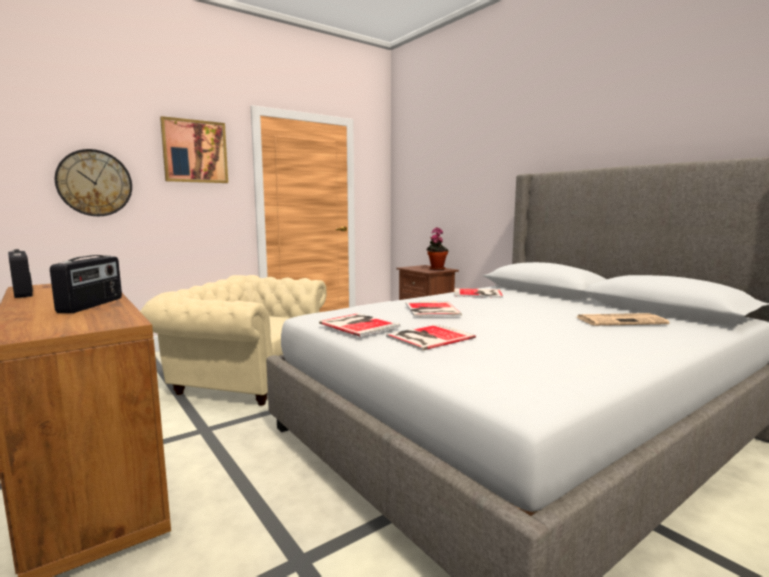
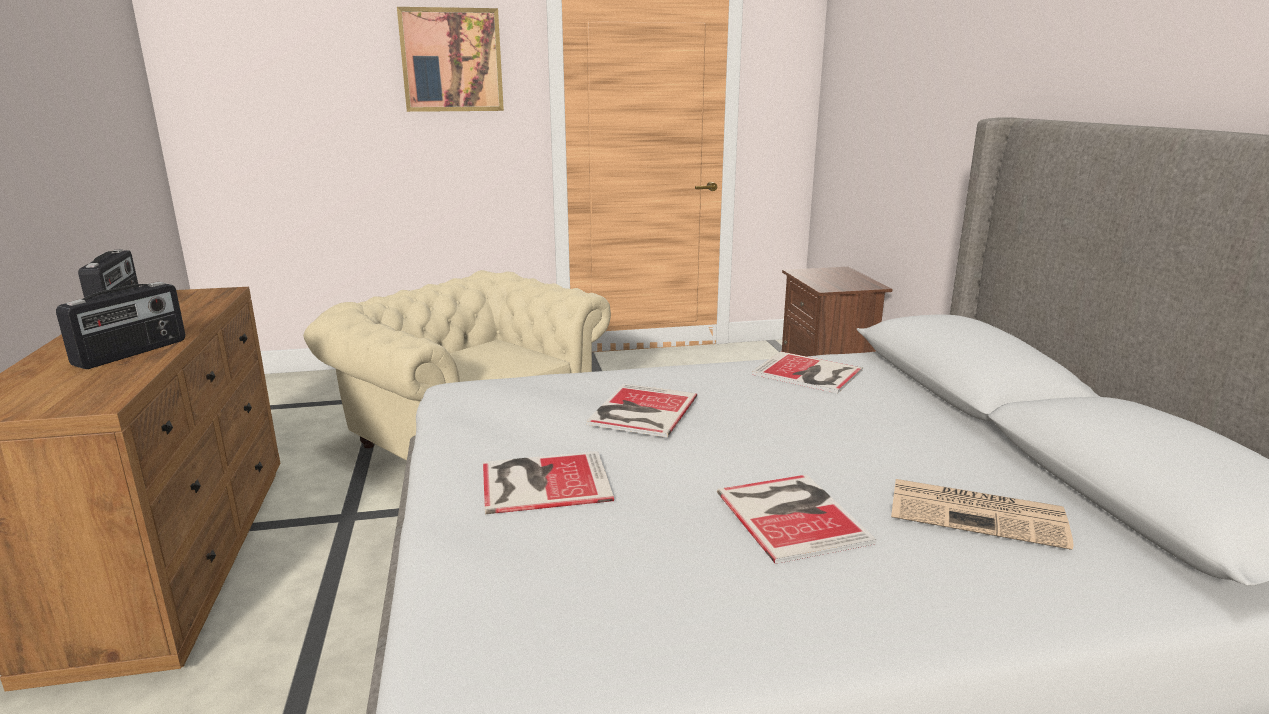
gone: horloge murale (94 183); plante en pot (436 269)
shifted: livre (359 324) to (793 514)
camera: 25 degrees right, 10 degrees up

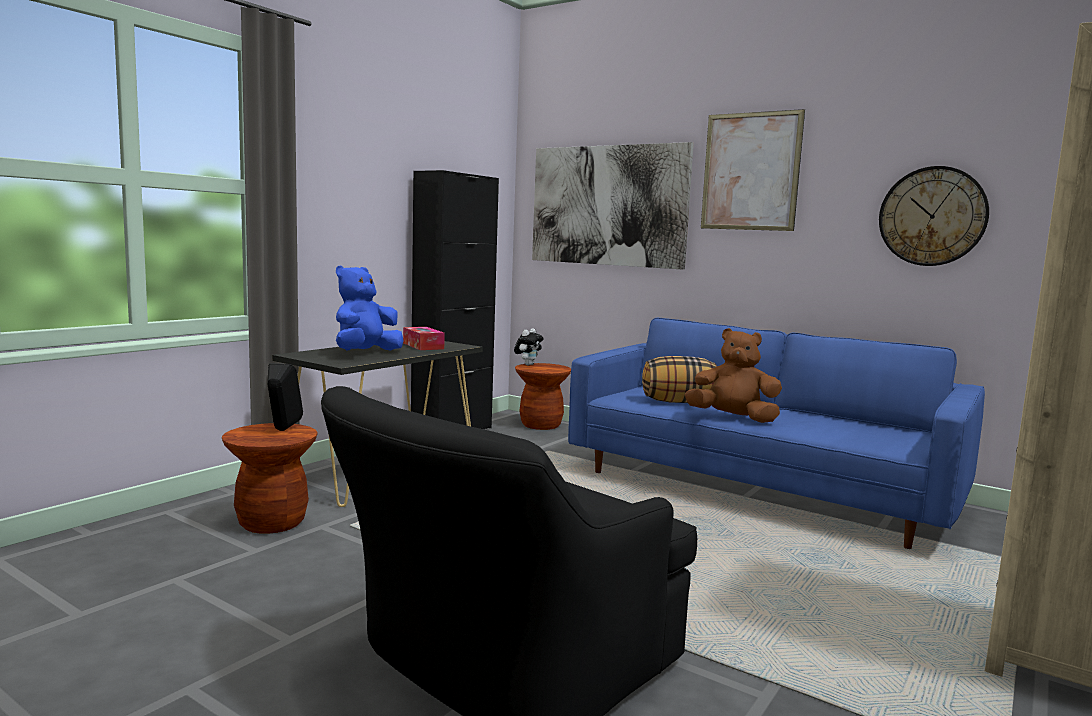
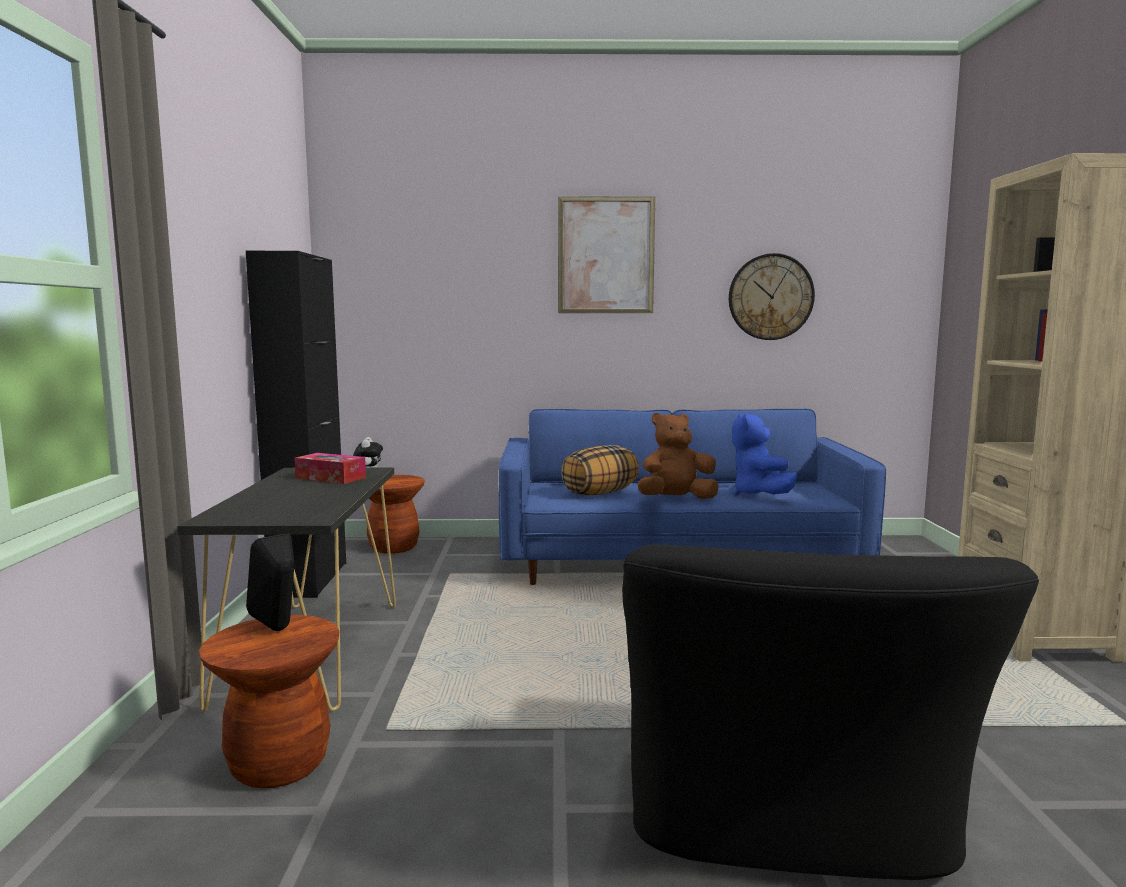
gone: tableau (608 206)
shifted: peluche/bleu (365 353) to (759 495)
camera: 35 degrees left, 0 degrees up

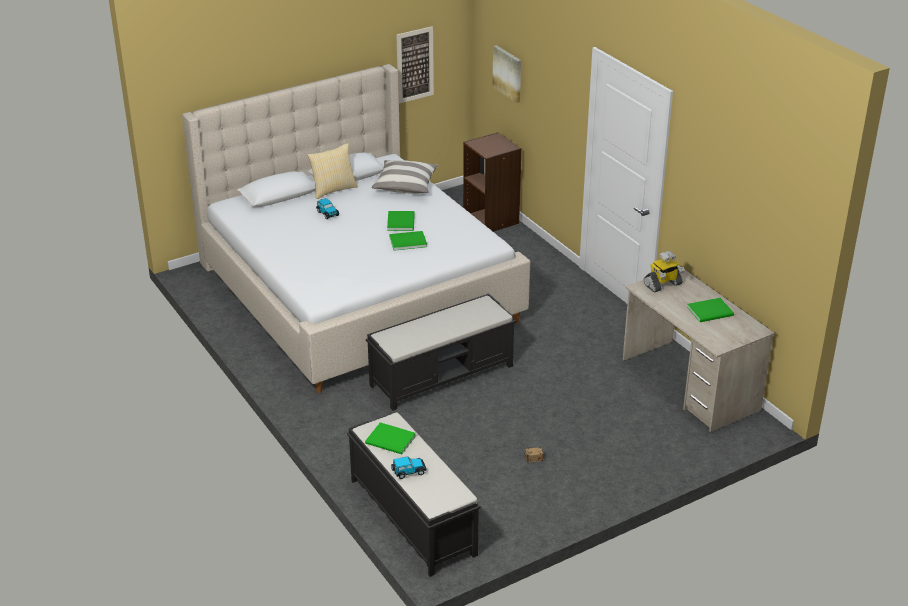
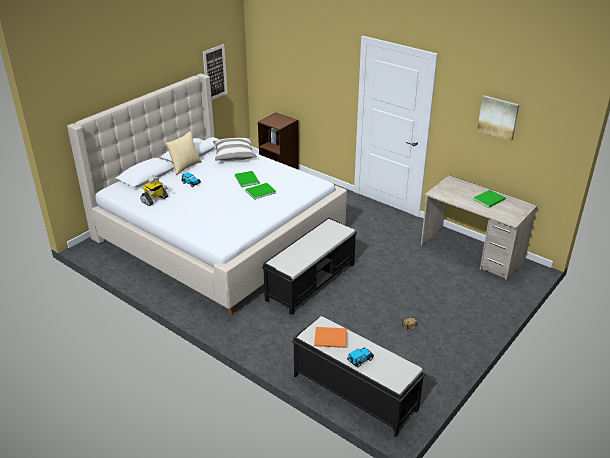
shifted: robot jouet (662 285) to (155 200); tableau (508 73) to (498 117)
repainted: livre/vert (391 441) to livre/orange (331 339)
camera: 20 degrees left, 0 degrees up

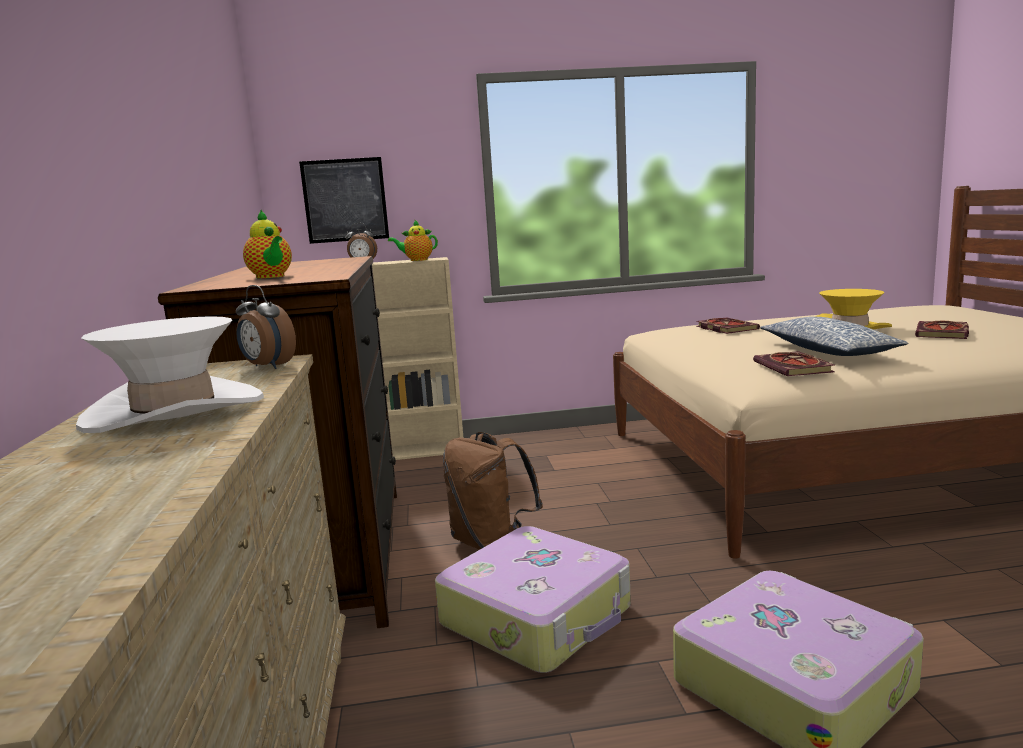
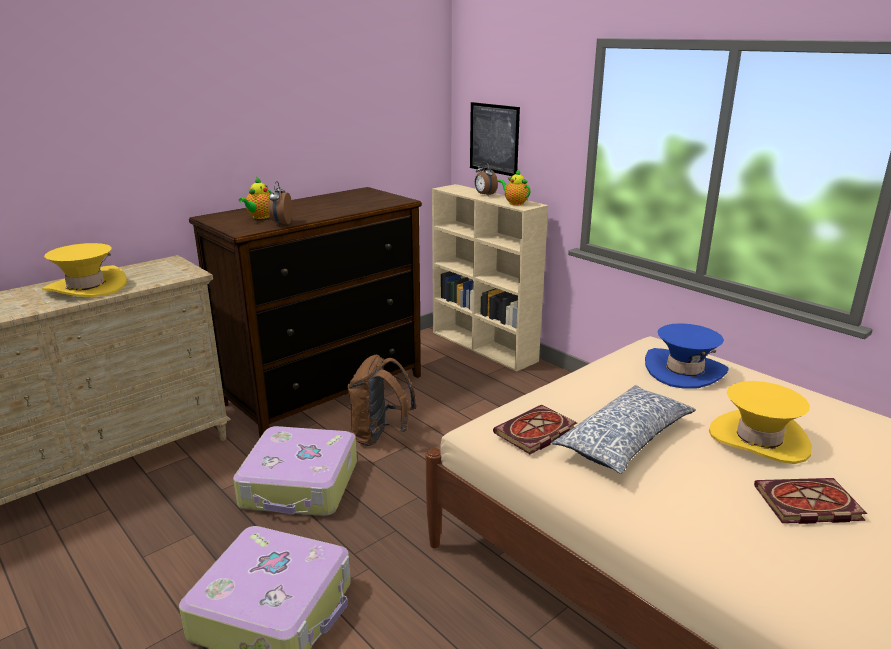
shifted: réveil (267 367) to (281 223)
swapped: livre (724 328) to chapeau/bleu (684 371)
repainted: chapeau/blanc (175 410) to chapeau/jaune (86 287)
camera: 55 degrees right, 10 degrees up

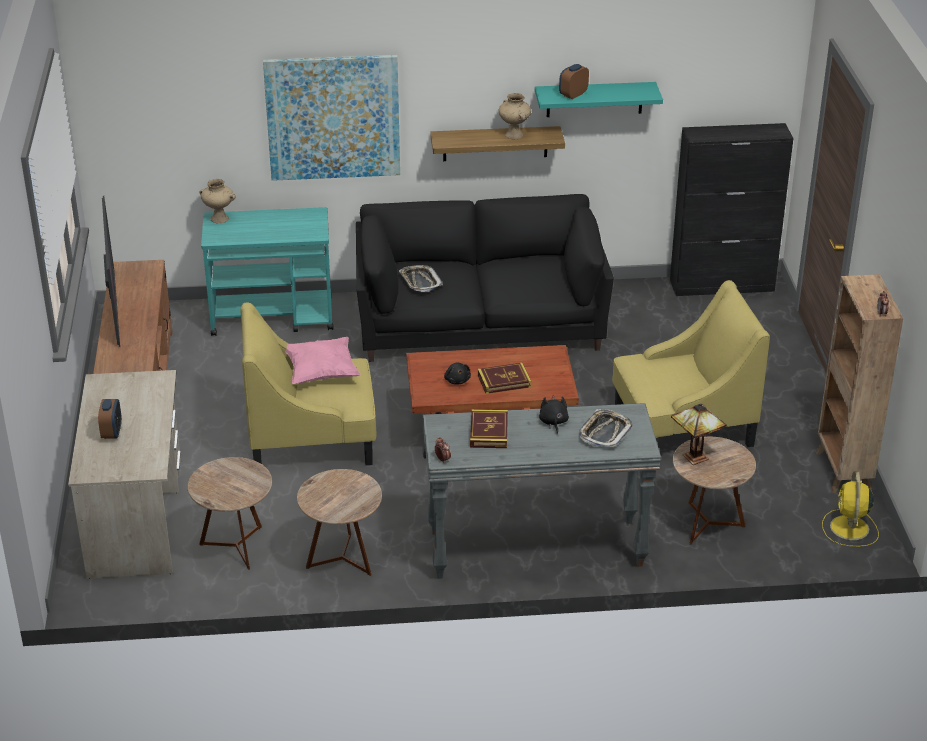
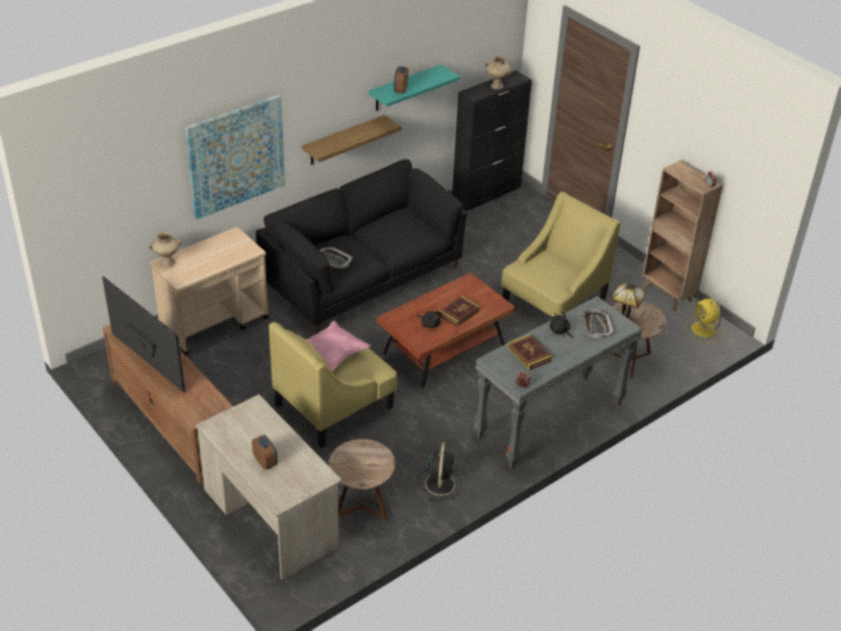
shifted: vase/beige (514 135) to (497 86)
swapped: table d'appoint/marron (342 559) to ventilateur/noir (440 483)
repainted: chariot/turquoise (273 317) to chariot/beige (215 324)
camera: 35 degrees left, 5 degrees up

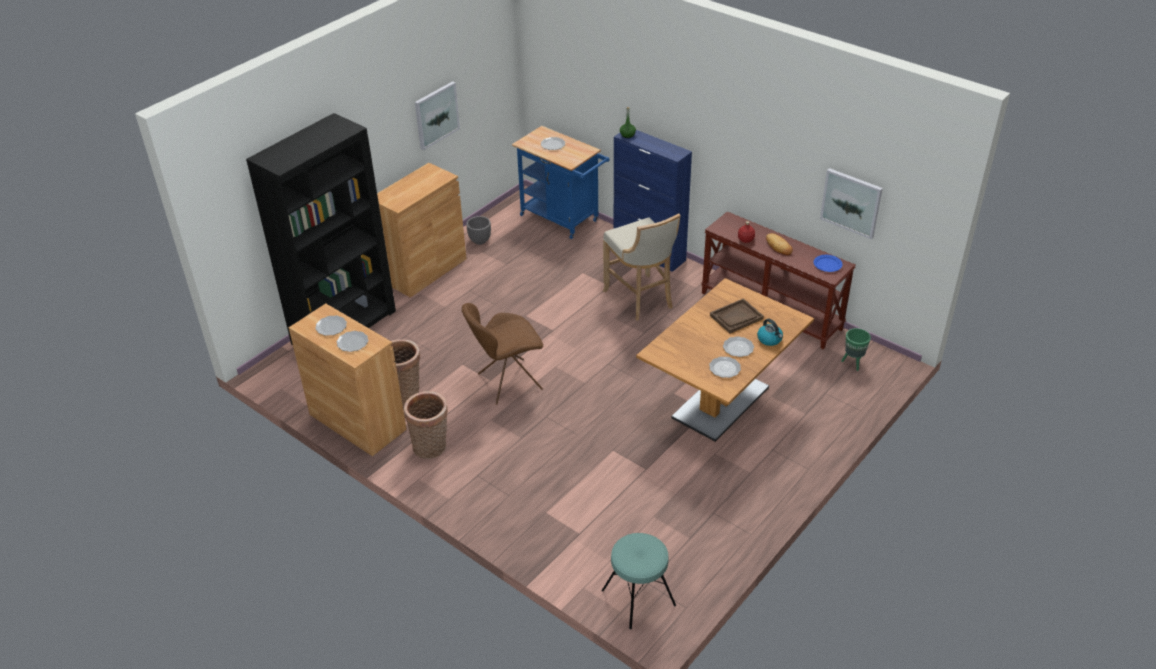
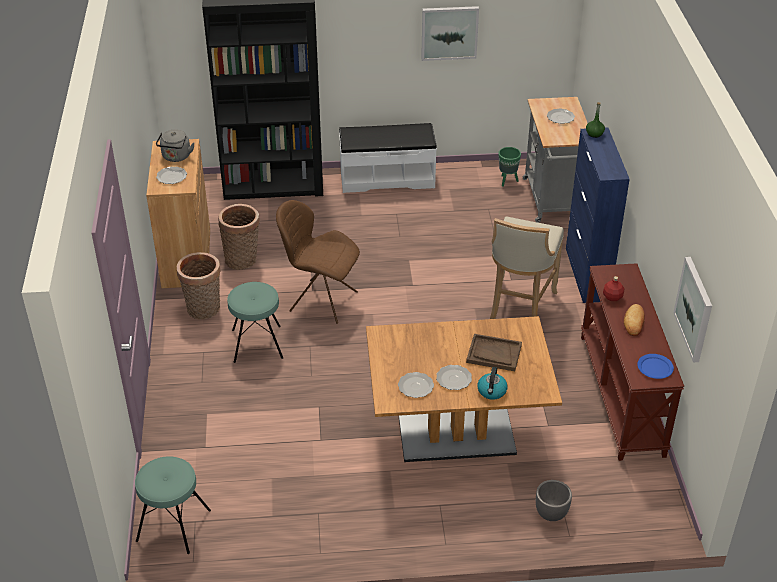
new: tabouret/turquoise (257 344)
shifted: cache-pot/vert (853 363) to (507 181); cache-pot/gris (480 241) to (551 514)
swapped: assiette (331 327) to bouilloire/gris (176 157); meuble de rangement/marron (424 270) to banc/blanc (387 178)
repainted: chariot/bleu (563 219) to chariot/gris (553 202)
camera: 45 degrees right, 0 degrees up

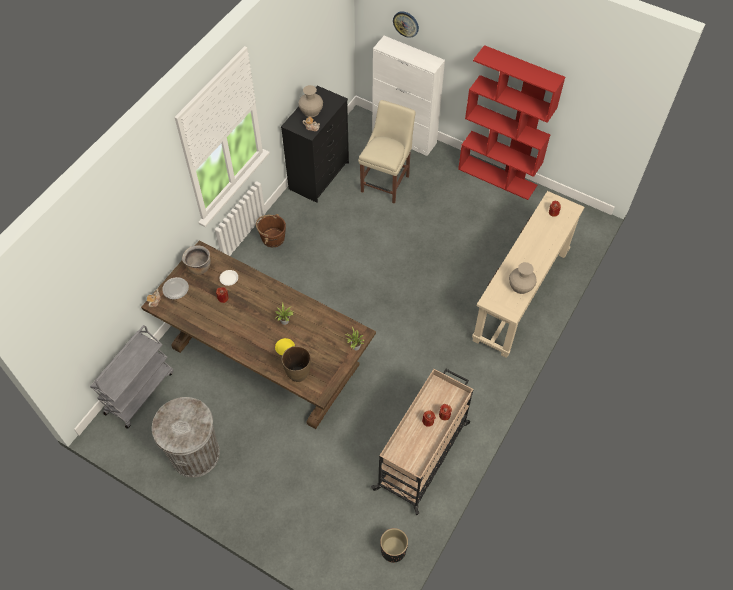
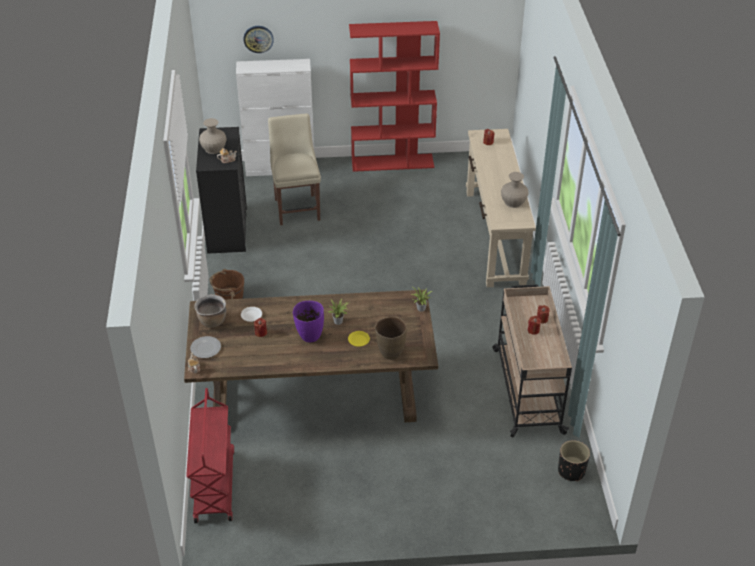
gone: poubelle/gris (195 454)
new: vase/violet (309 336)
repainted: chariot/gris (139 392) to chariot/rouge (214 485)
camera: 35 degrees left, 15 degrees down

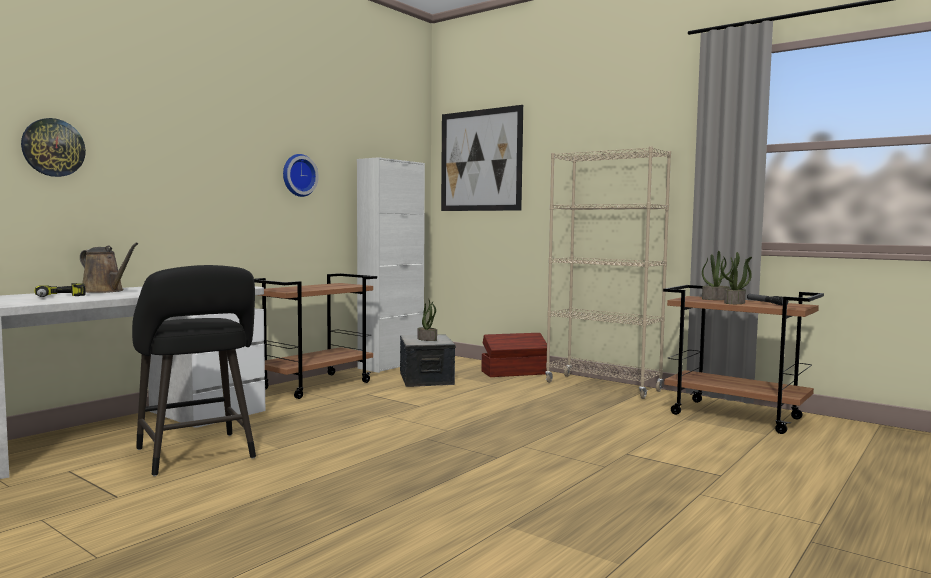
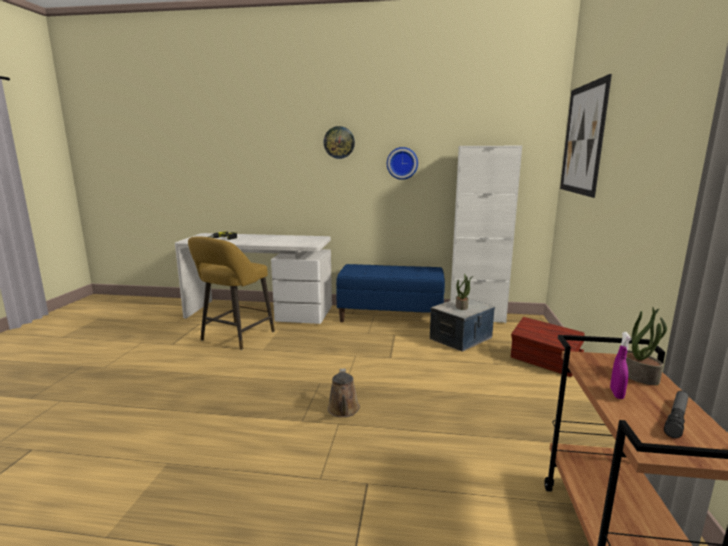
gone: bibliothèque/beige (603 387)
shifted: horloge murale (53 147) to (339 142); arrosoir/marron (105 291) to (343 410)
swapped: chariot/marron (316 385) to banc/bleu (391 316); plante en pot (735 303) to vaporisateur/violet (616 394)
repainted: tabouret/noir (197 456) to tabouret/jaune (235 337)
camera: 60 degrees right, 10 degrees up

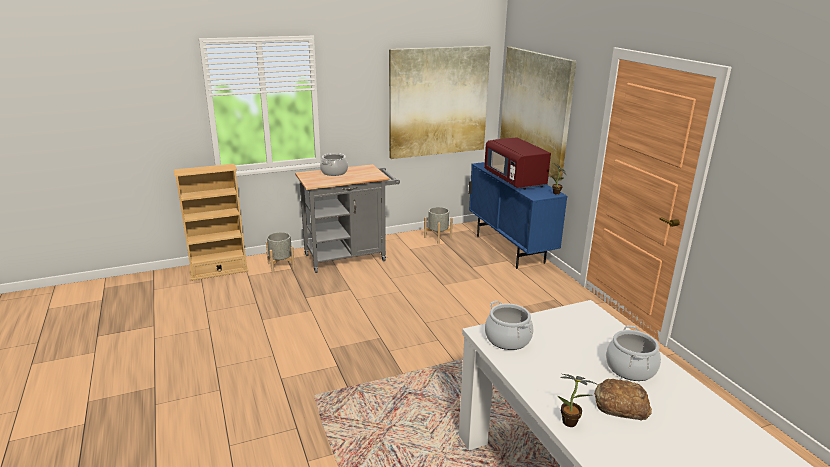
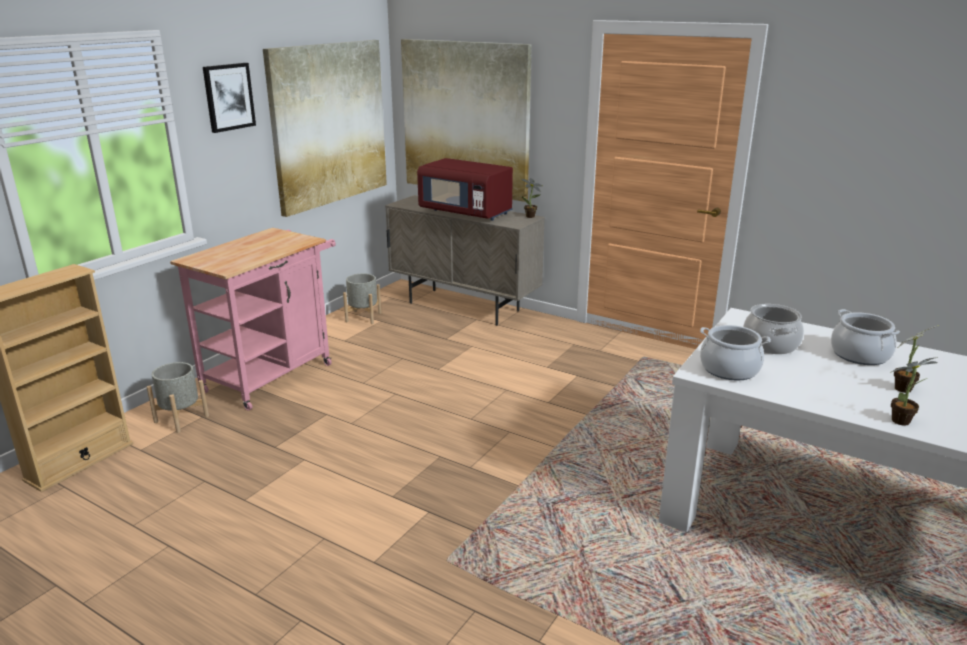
new: tableau (228 97)
shifted: marmite (334 172) to (771 344)
swapped: pain (620 404) to plante en pot (904 388)
repainted: chariot/gris (350 257) to chariot/rose (274 374); meuble de rangement/bleu (509 249) to meuble de rangement/beige (464 307)
camera: 35 degrees left, 0 degrees up

